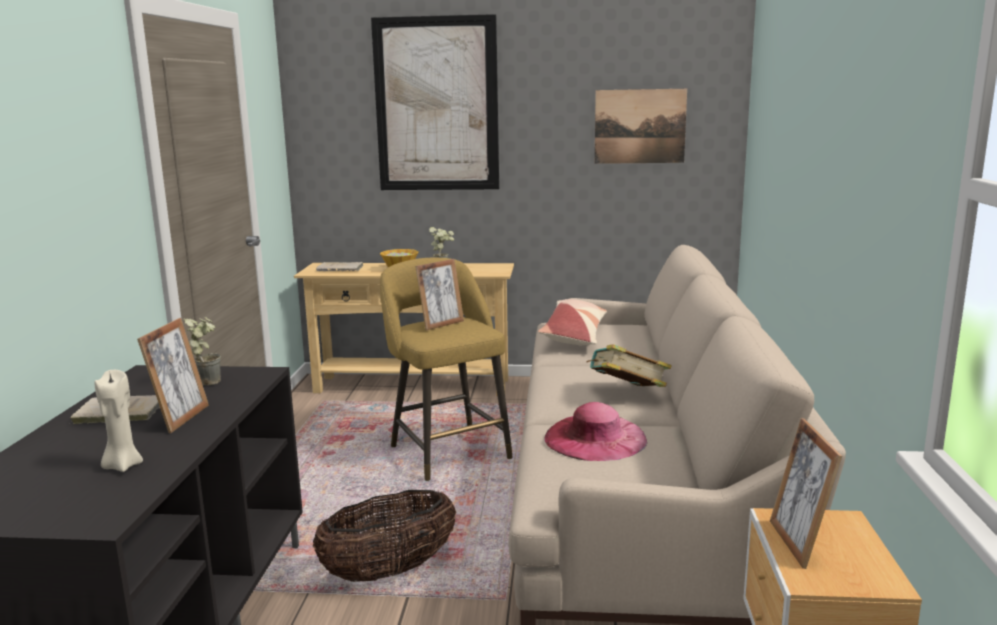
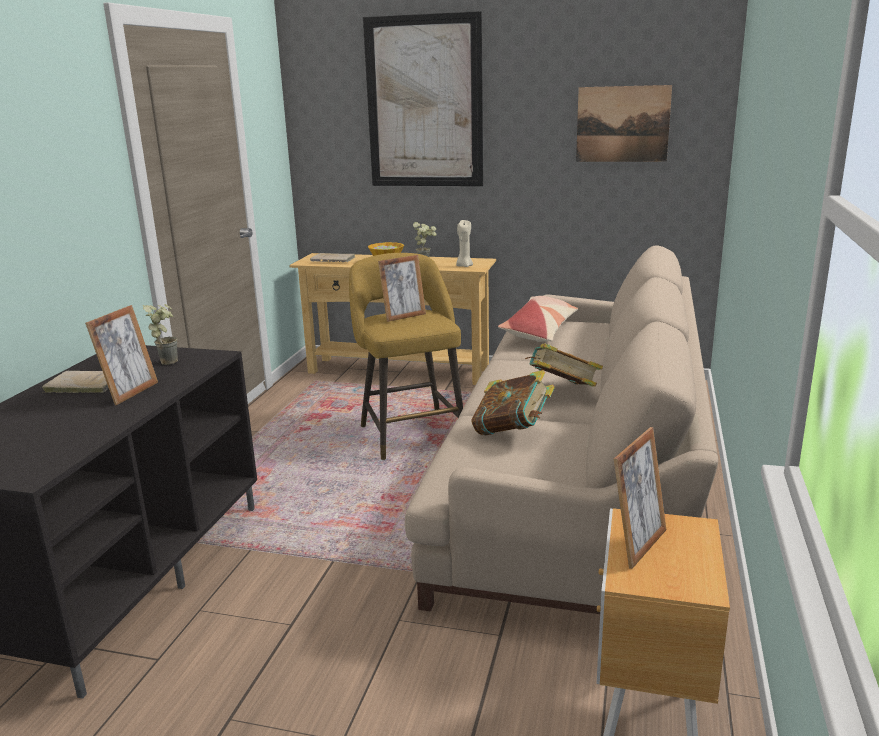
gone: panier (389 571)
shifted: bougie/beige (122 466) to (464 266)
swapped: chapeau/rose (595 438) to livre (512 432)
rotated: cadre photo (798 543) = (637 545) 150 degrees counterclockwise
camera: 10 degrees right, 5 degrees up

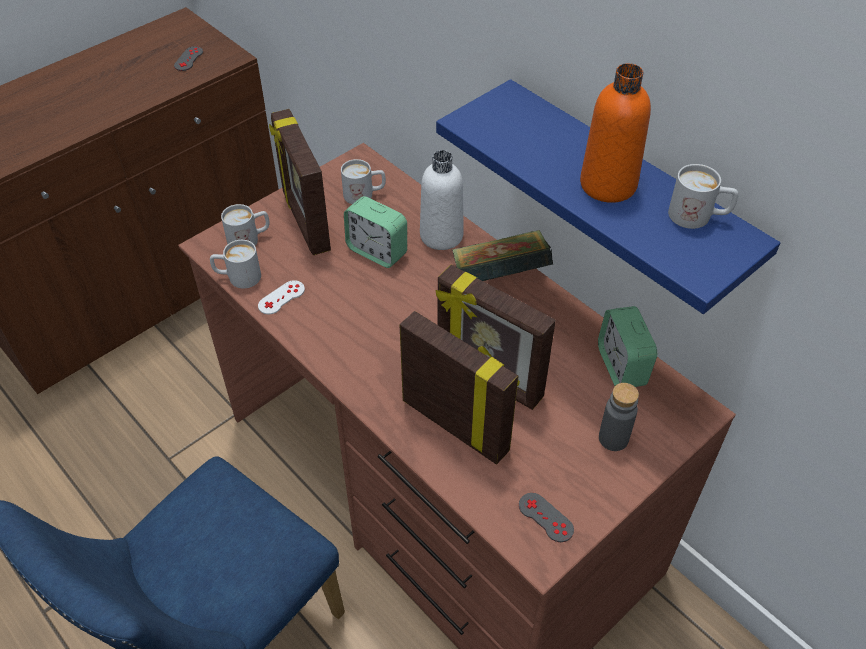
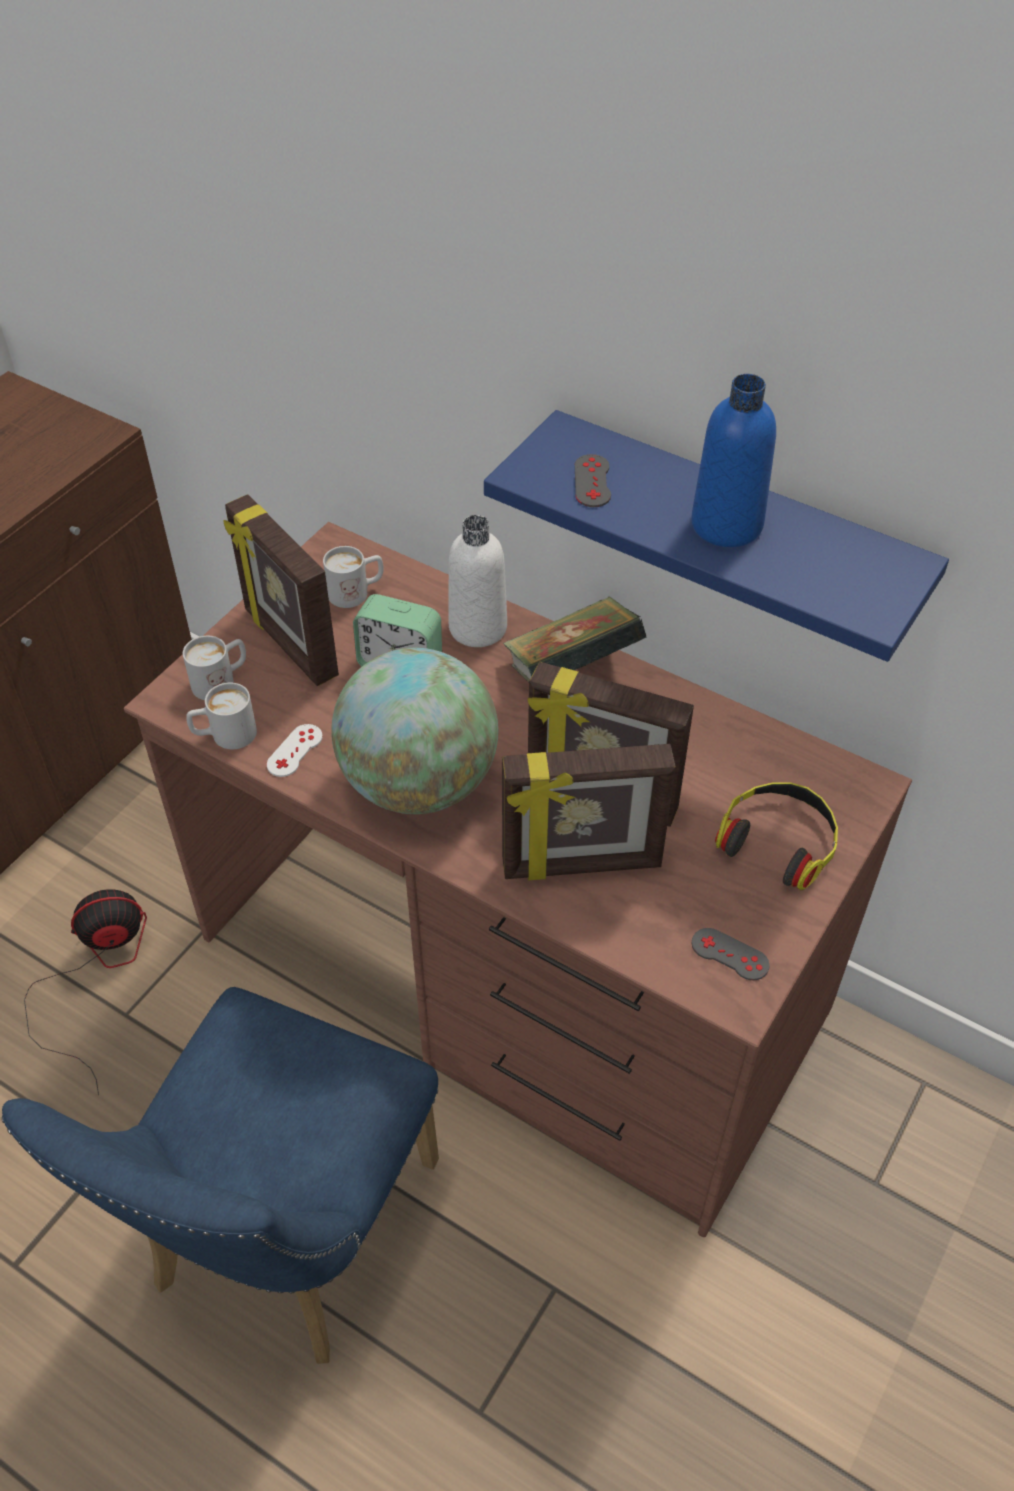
gone: réveil (621 366); mug/blanc (698 216)
new: ventilateur (96 974); globe (418 783)
shifted: manette/gris (188 59) to (592 481)
swapped: bouteille/gris (613 438) to casque audio (779 840)
repainted: bouteille/orange (608 184) to bouteille/bleu (726 525)
rotated: cadre photo (456 424) = (581 865) 150 degrees clockwise
camera: 15 degrees left, 0 degrees up

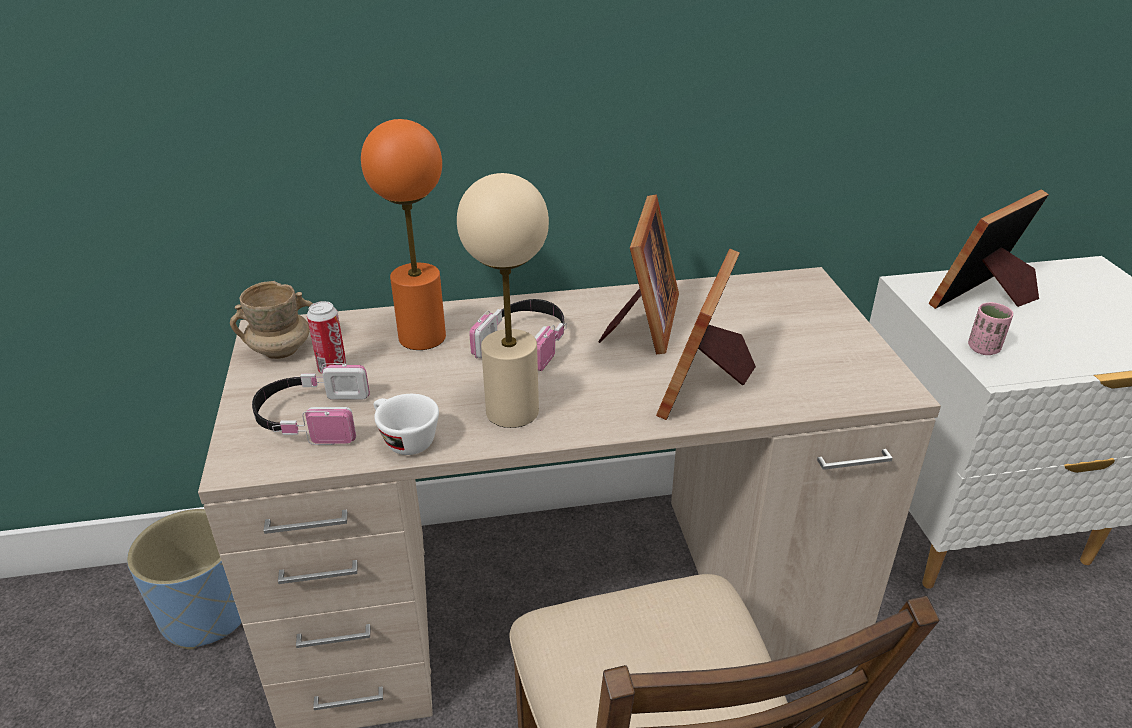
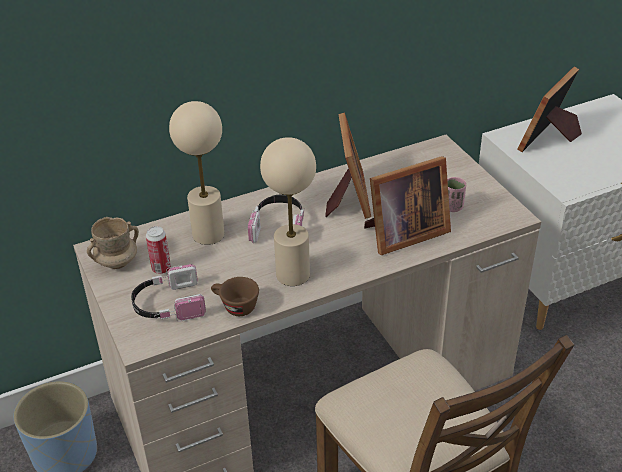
shifted: tasse/rose (983 349) to (453 207)
repainted: lampe de table/orange (423 337) to lampe de table/beige (208 234); tasse/blanc (404 440) to tasse/marron (235 307)
rotated: cadre photo (705 385) = (402 234) 120 degrees counterclockwise
camera: 15 degrees left, 5 degrees up

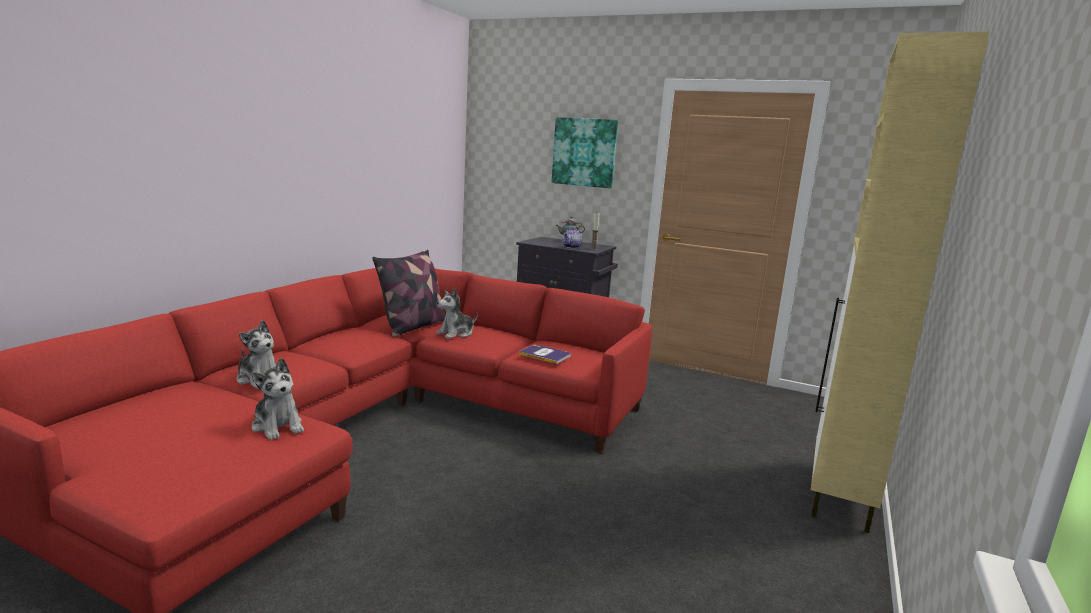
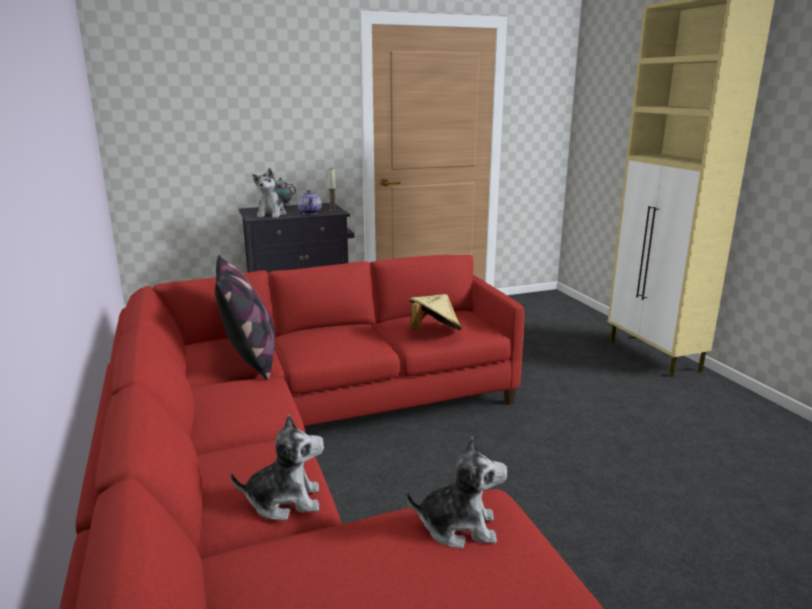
gone: tableau (584 152)
shifted: peluche (456 333) to (271 214)
swapped: livre (545 355) to chapeau/beige (434 332)
camera: 45 degrees left, 5 degrees up

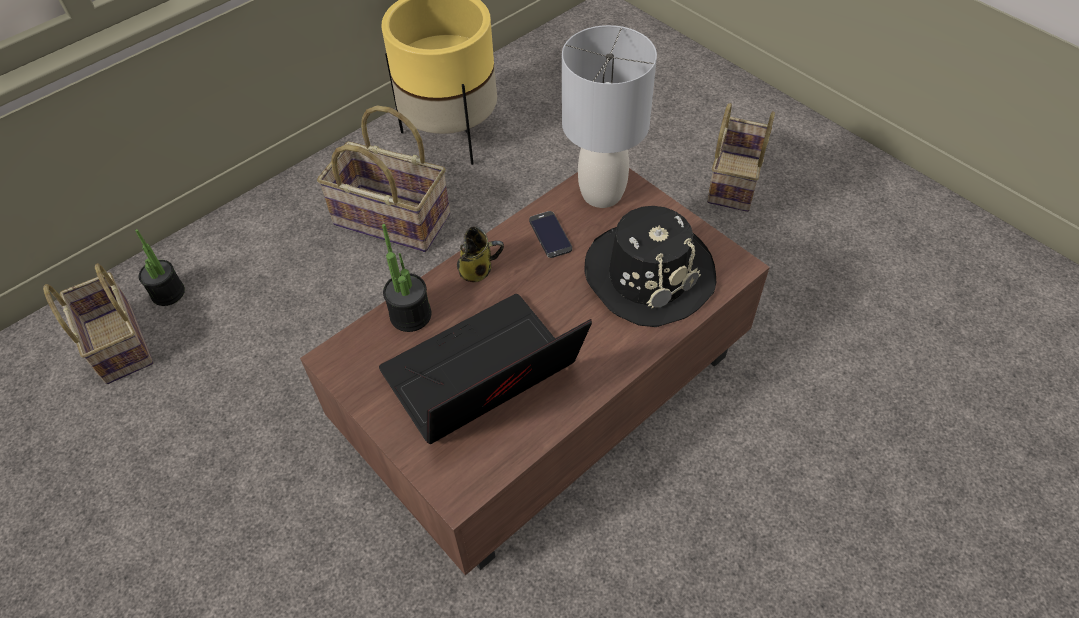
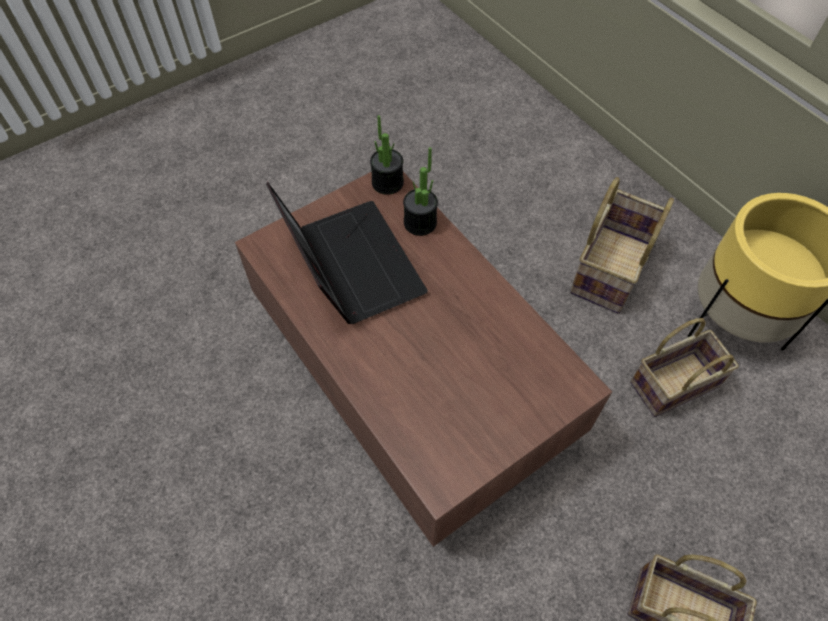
gone: mug (478 270); téléphone (550 234); lampe de table/gris (601 193); chapeau/noir (648 274)
shifted: plante en pot (168 293) to (387 183); panier (116 343) to (674 382)
camera: 95 degrees right, 5 degrees up

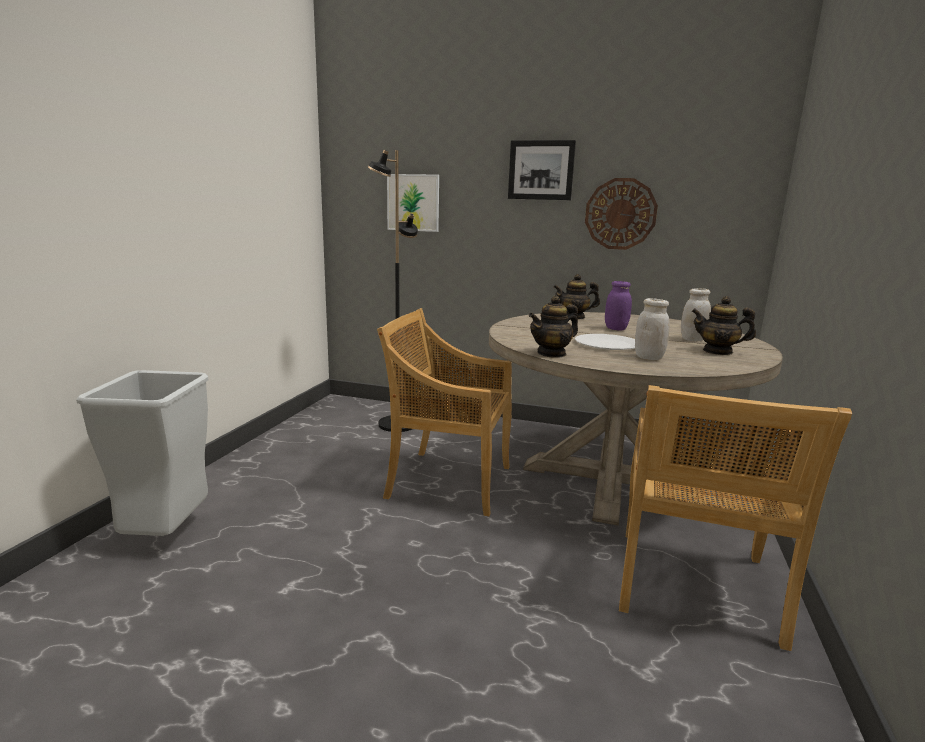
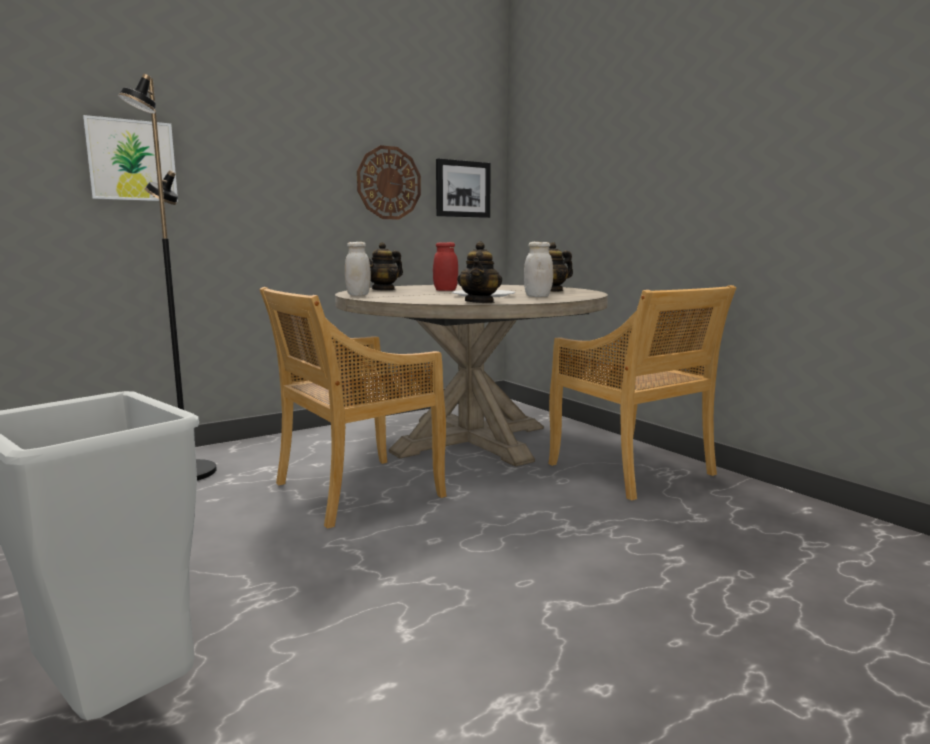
shifted: bocal/blanc (692 339) to (358 295); tableau (541 170) to (462 189)
repainted: bocal/violet (615 329) to bocal/rouge (445 290)
camera: 50 degrees left, 5 degrees down

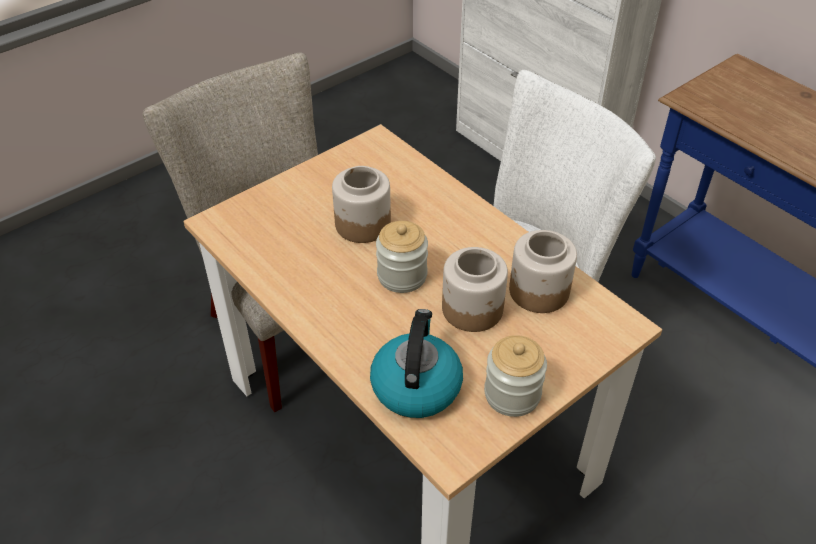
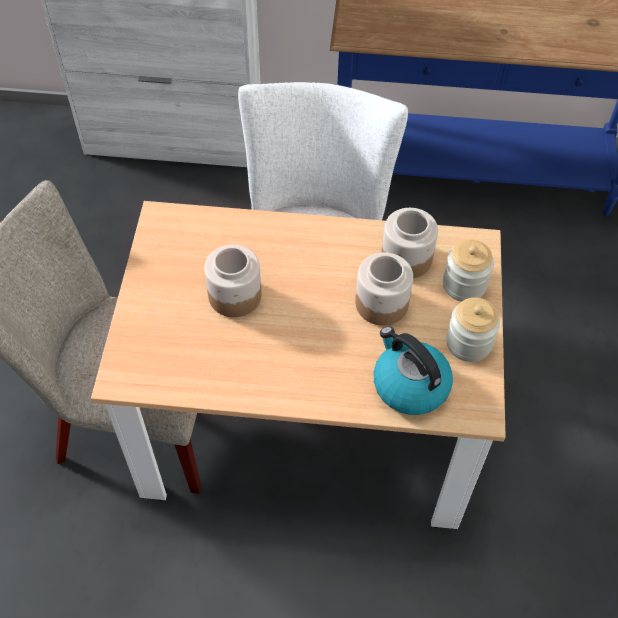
shifted: bocal (402 276) to (464 285)
camera: 45 degrees left, 10 degrees up

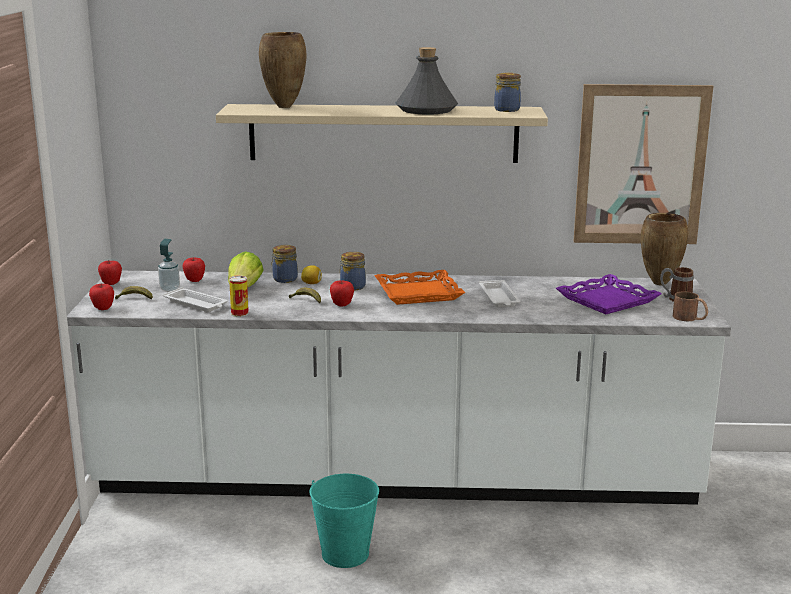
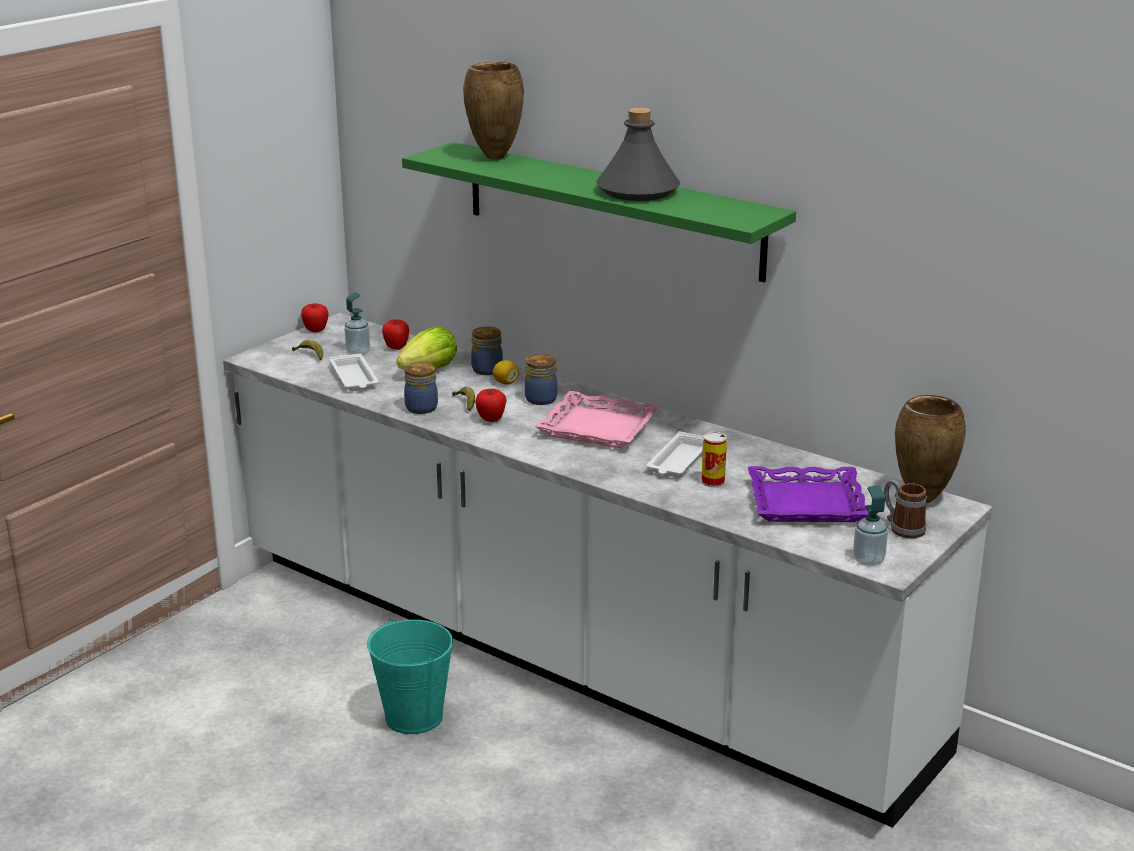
gone: pomme (103 309); tableau (641 165)
shifted: bocal (506 109) to (422 407); boîte métallique (239 313) to (713 482)
swapped: mug/marron (690 318) to distributeur de savon (868 560)
repainted: étagère/beige (383 133) to étagère/vert (611 210); plateau/orange (418 293) to plateau/rose (598 427)
camera: 35 degrees right, 5 degrees up

